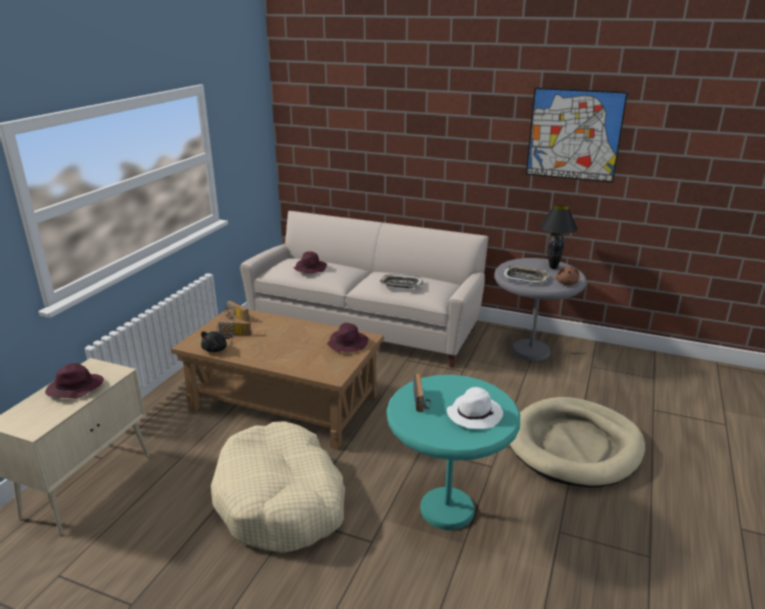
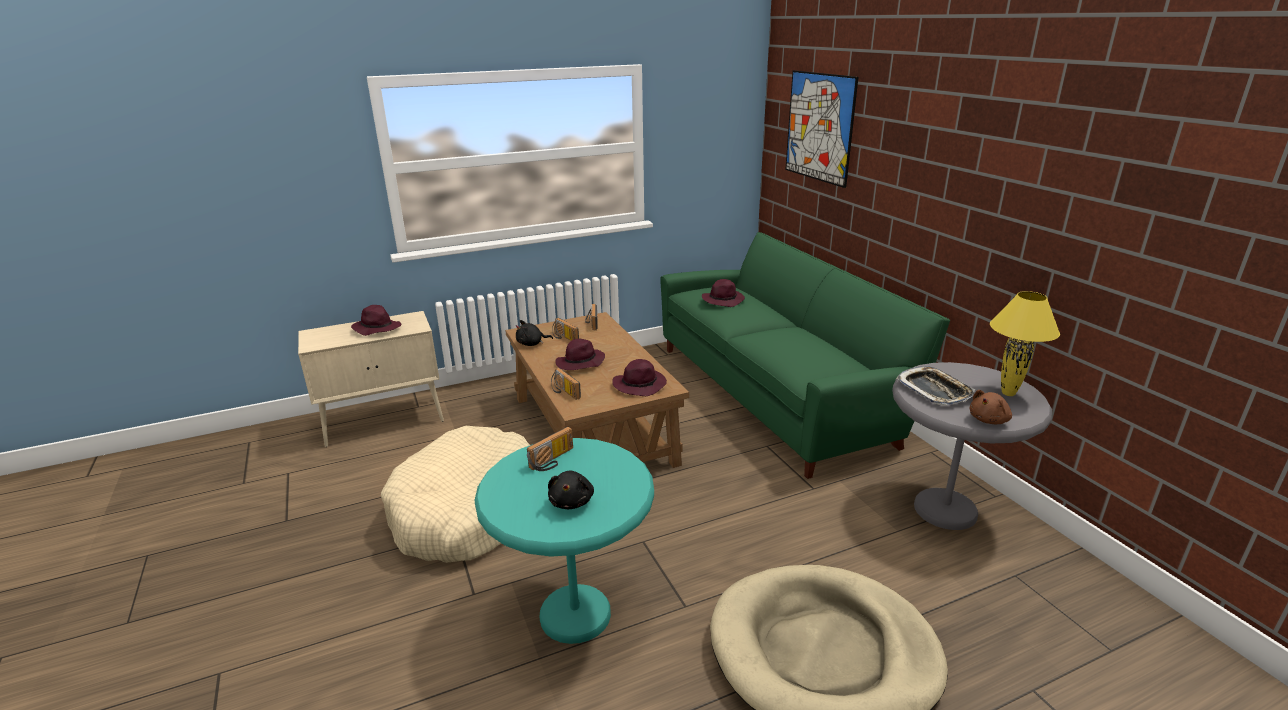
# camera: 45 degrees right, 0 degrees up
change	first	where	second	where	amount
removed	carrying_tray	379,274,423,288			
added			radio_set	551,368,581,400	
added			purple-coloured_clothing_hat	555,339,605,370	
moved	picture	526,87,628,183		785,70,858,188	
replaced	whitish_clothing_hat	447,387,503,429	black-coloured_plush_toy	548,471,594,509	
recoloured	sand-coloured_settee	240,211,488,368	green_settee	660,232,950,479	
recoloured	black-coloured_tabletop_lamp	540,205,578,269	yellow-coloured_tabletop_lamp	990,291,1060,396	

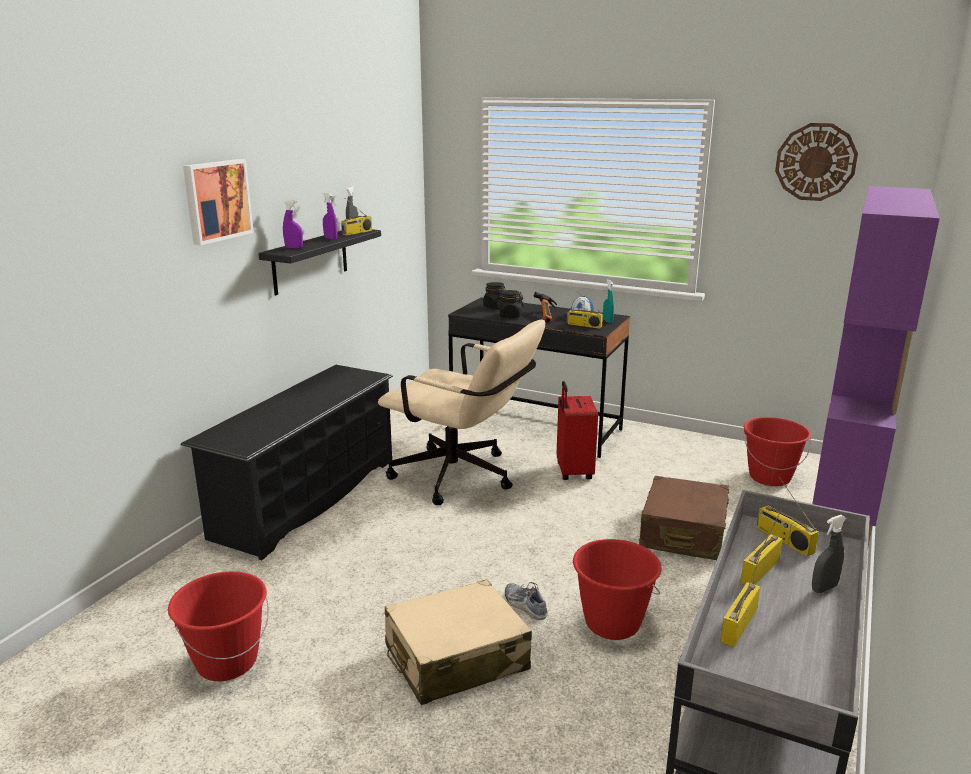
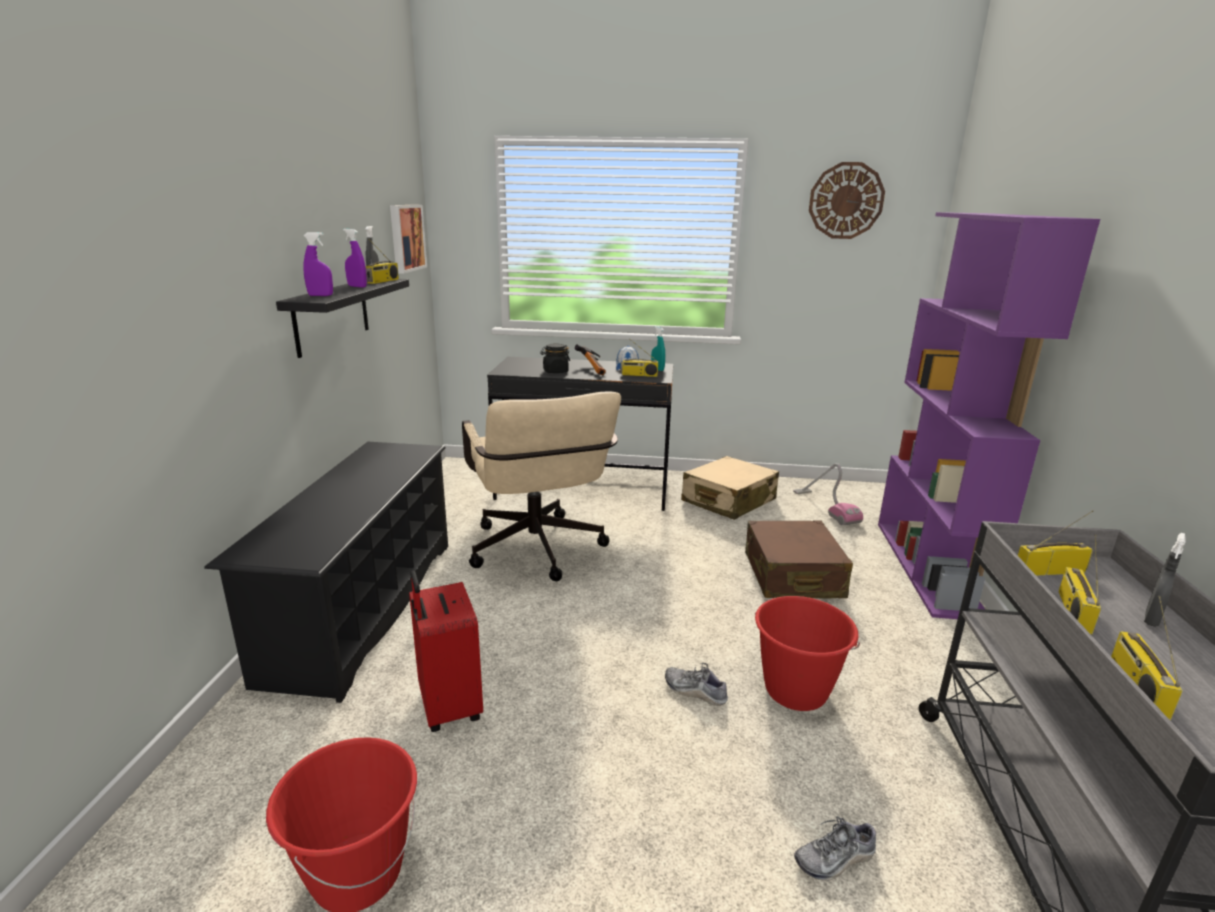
# camera: 20 degrees left, 0 degrees up
change	first	where	second	where	amount
removed	black-coloured_jar	483,282,506,309			
added			low_shoe	794,816,876,881	
moved	picture	183,159,254,245		390,205,427,274	
moved	sand-coloured_suitcase	385,580,532,705		681,456,779,520	
moved	red_suitcase	556,381,598,480		409,571,483,732	
replaced	red_water_bucket	743,417,811,486	vacuum_cleaner	793,463,863,525	
turned	sand-coloured_computer_chair	378,320,545,505		462,392,621,581	60 degrees clockwise
turned	radio_set	757,477,819,556		1018,510,1093,576	135 degrees clockwise

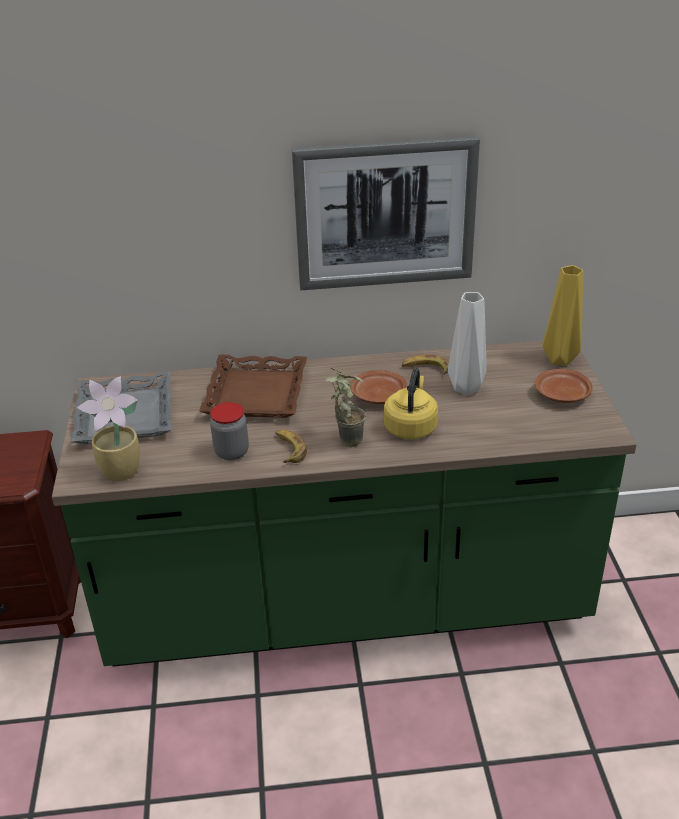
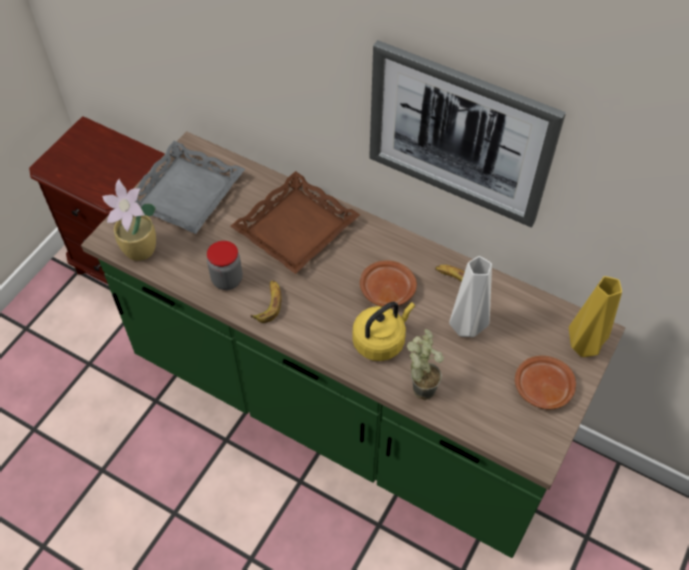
# camera: 35 degrees right, 20 degrees up
change	first	where	second	where	amount
moved	plant_in_a_pot	326,368,366,447		407,329,444,400	

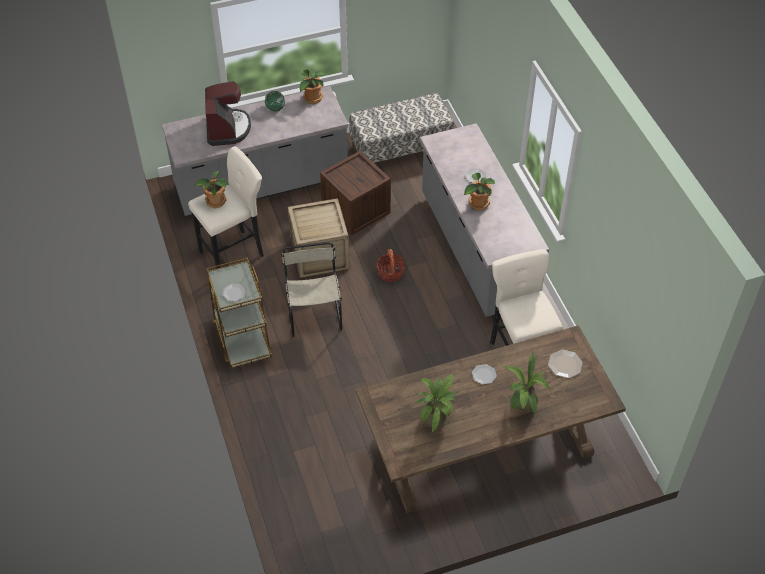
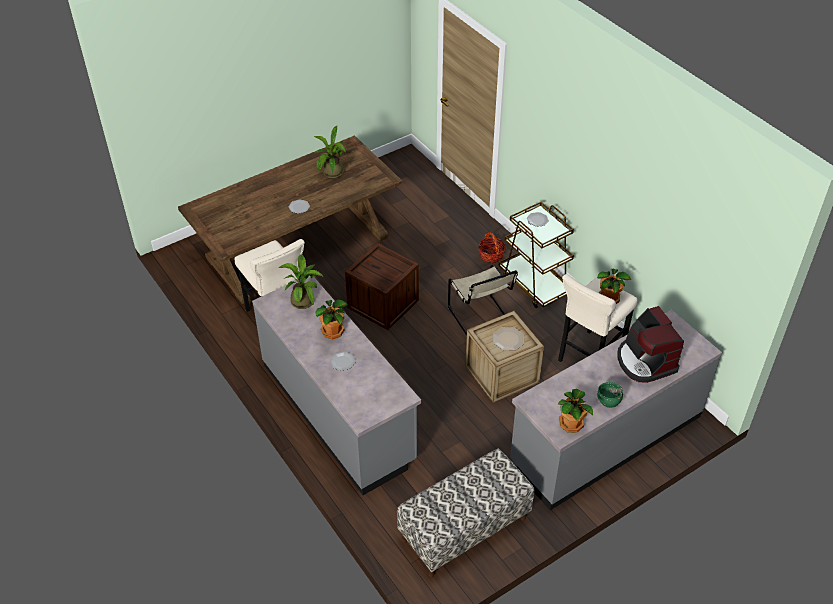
# camera: 165 degrees right, 5 degrees down
change	first	where	second	where	amount
moved	crate	320,151,391,236		345,243,419,330	
moved	storage_basket	376,249,405,282		478,231,506,263	
moved	plant_in_a_pot	505,352,550,415		279,254,323,309	
moved	plate	548,350,583,378		493,327,524,350	

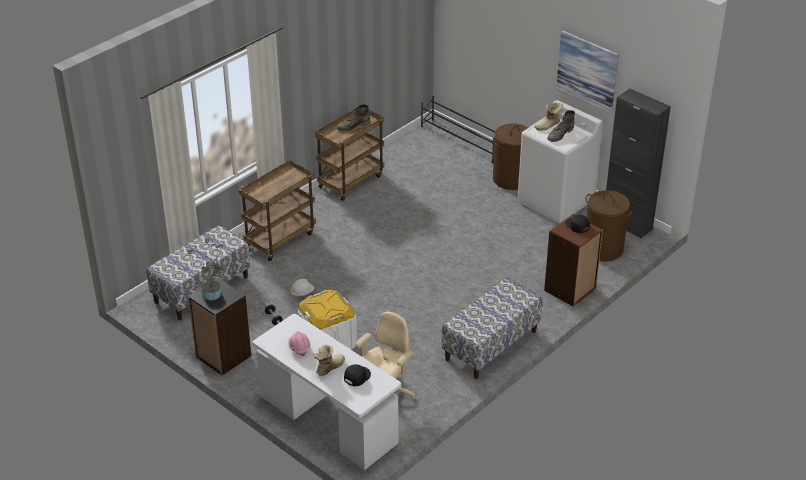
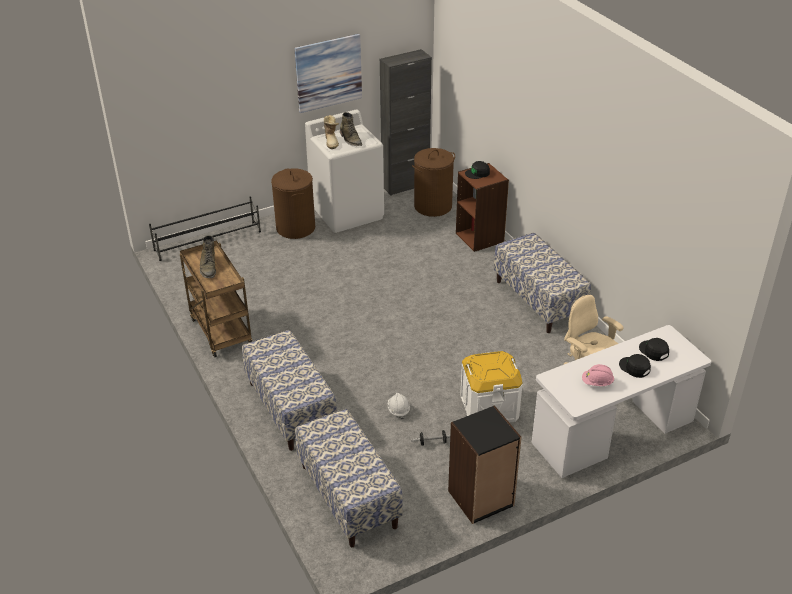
# camera: 70 degrees left, 0 degrees up
change	first	where	second	where	amount
removed	plant_in_a_pot	188,238,225,300			
replaced	brown_wheeled_cart	239,160,316,261	long_seat	242,330,337,451	
replaced	boot	313,345,345,376	black-coloured_peaked_cap	619,354,651,378	

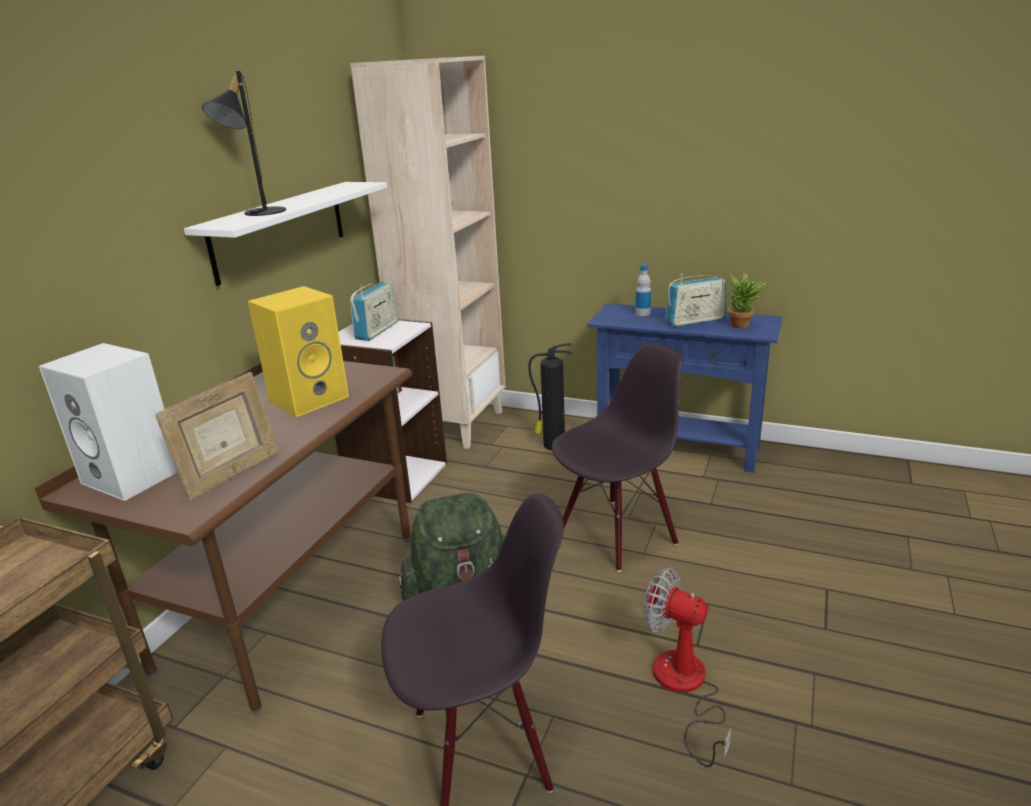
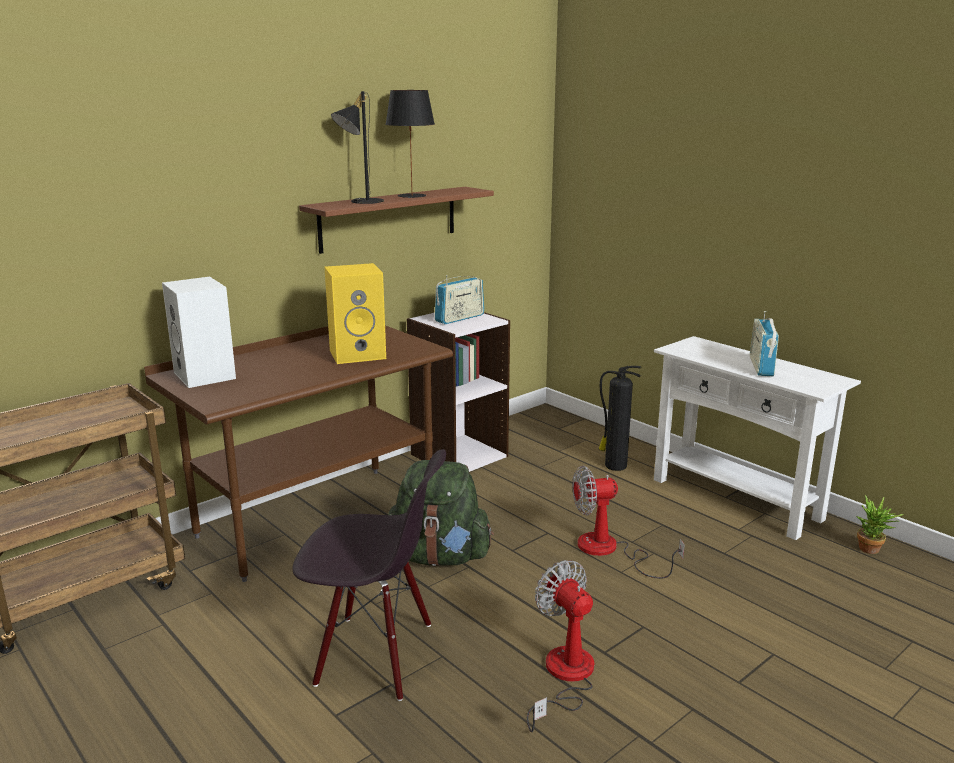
# camera: 25 degrees right, 5 degrees down
change	first	where	second	where	amount
removed	photo_frame	155,372,279,500			
removed	sand-coloured_bookshelf	350,56,506,449			
removed	beverage_bottle	636,265,651,316			
added			black-coloured_tabletop_lamp	385,90,435,198	
moved	plant_in_a_pot	728,273,768,328		856,495,904,554	
replaced	black-coloured_upright_chair	552,343,683,572	electric_fan	572,466,685,579	
recoloured	whitish_bracket_shelf	184,182,387,286	brown_bracket_shelf	299,187,494,254	
recoloured	blue_hall_table	587,303,783,473	whitish_hall_table	654,336,861,540	
turned	radio_set	665,274,726,327		750,311,779,376	90 degrees clockwise

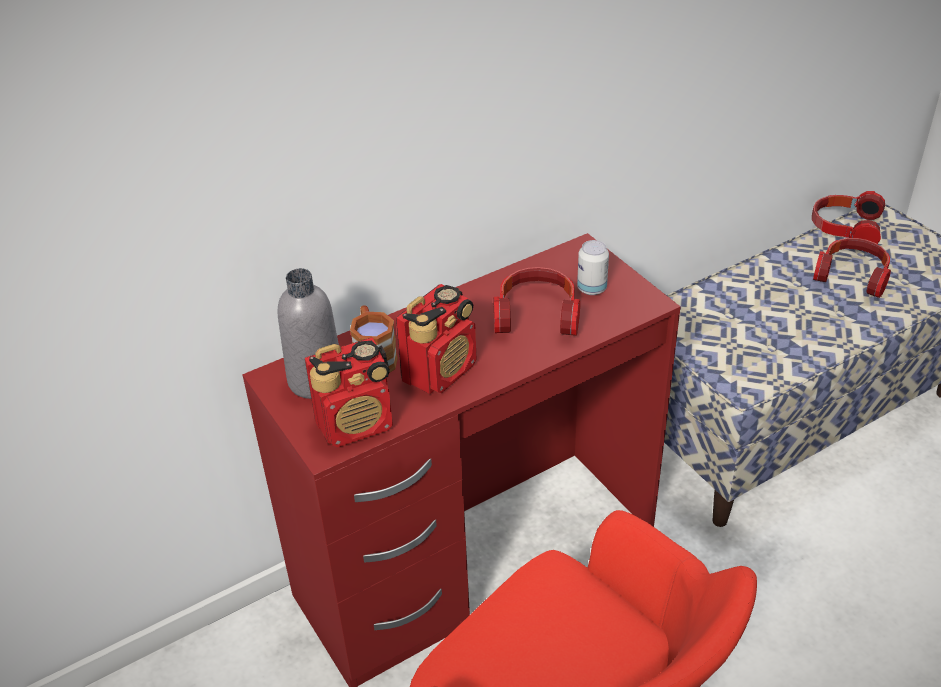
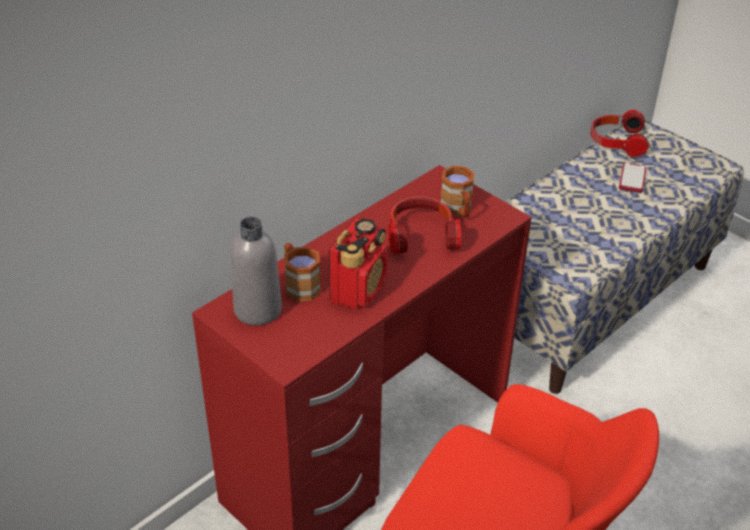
# camera: 15 degrees left, 0 degrees up
change	first	where	second	where	amount
removed	radio_set	305,337,393,447			
replaced	metal_can	577,240,609,295	brown_tea_mug	441,166,474,217	
replaced	pair_of_headphones	813,238,891,298	handset	619,163,646,193	

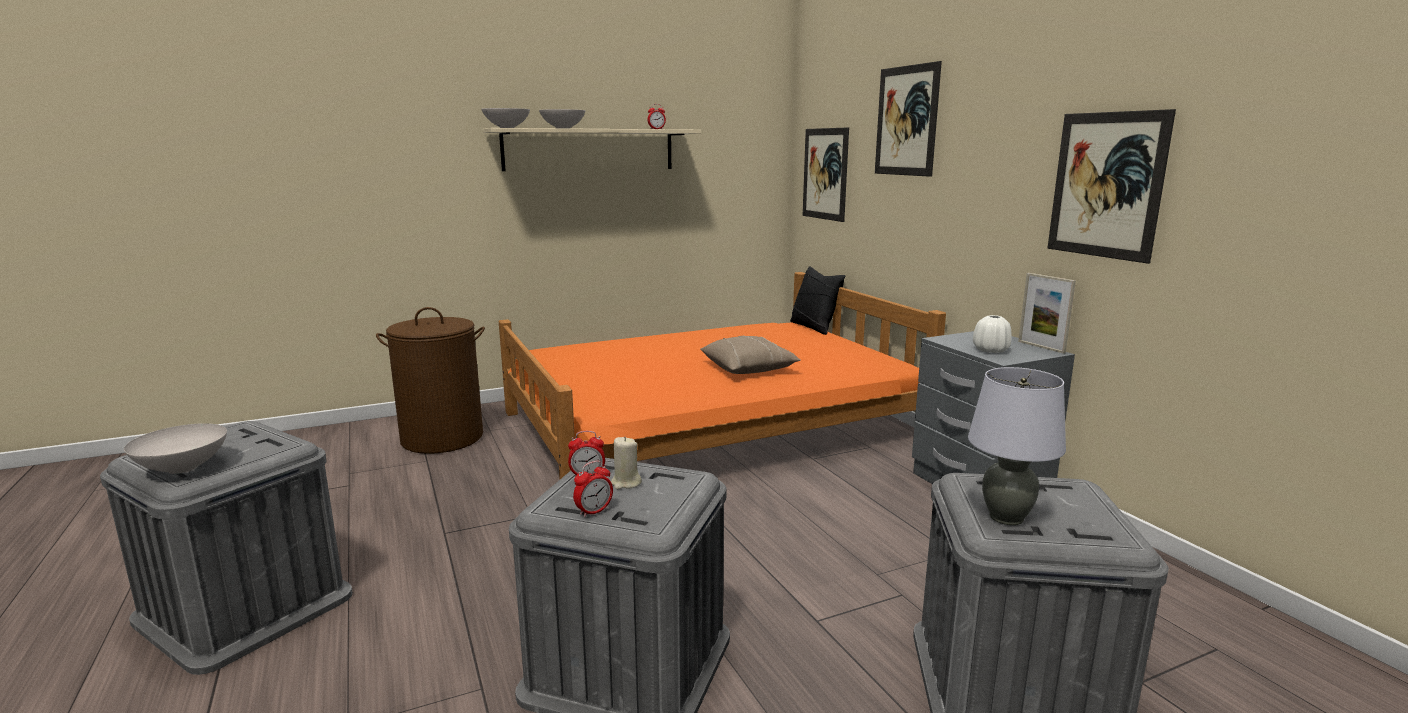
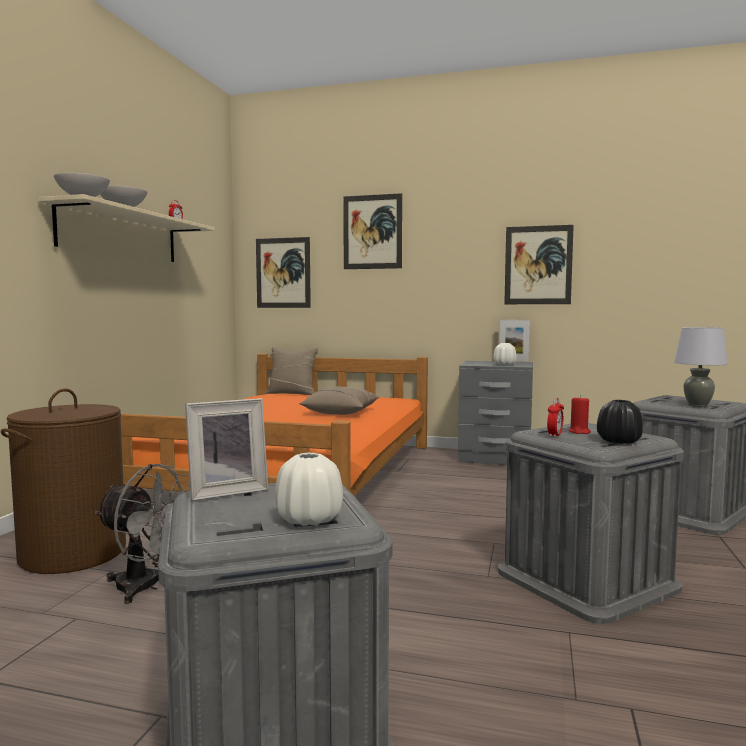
# camera: 50 degrees left, 10 degrees down
change	first	where	second	where	amount
added			greyish_electric_fan	95,464,190,604	
added			photo_frame	185,398,268,501	
replaced	whitish_deep_dish	124,423,227,474	whitish_vase	275,453,343,526	
replaced	table_clock	573,461,613,518	black-coloured_vase	597,400,643,444	
recoloured	sand-coloured_wax_candle	611,436,642,489	red_wax_candle	568,395,591,434	
recoloured	black-coloured_pillow	790,266,845,335	sand-coloured_pillow	266,347,318,395	

